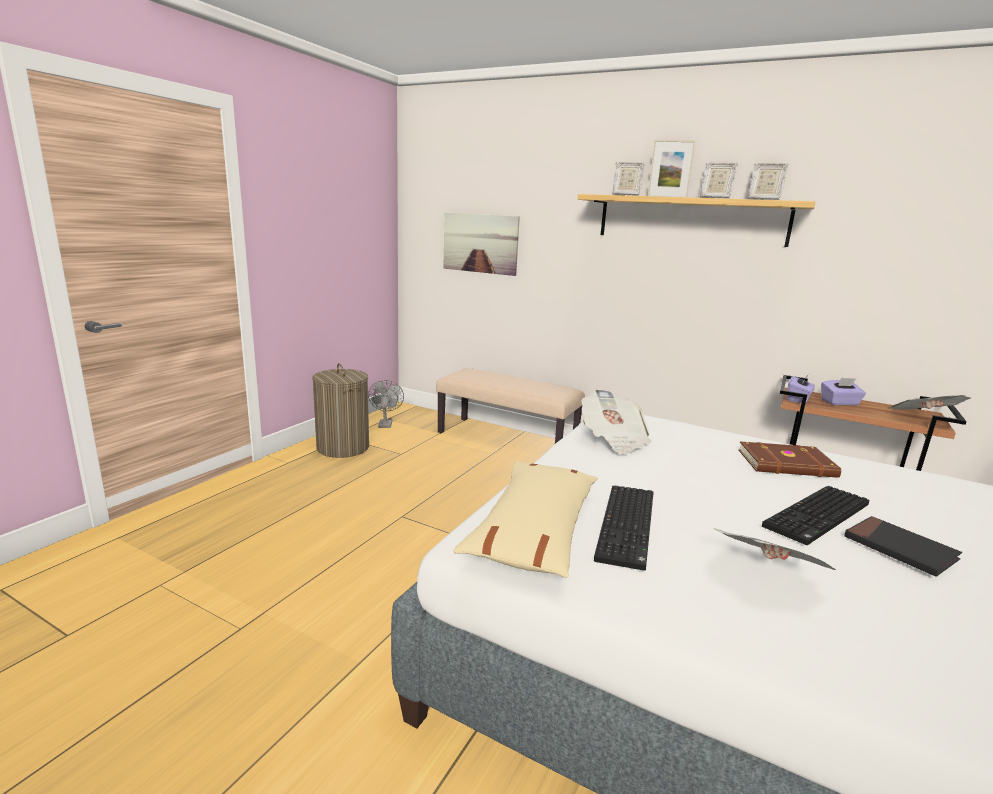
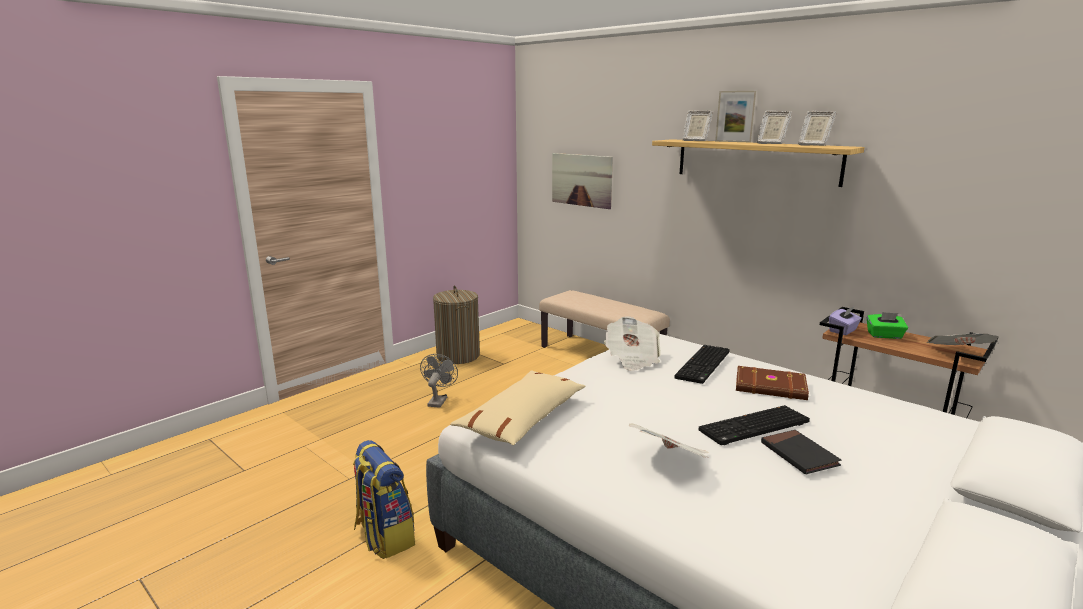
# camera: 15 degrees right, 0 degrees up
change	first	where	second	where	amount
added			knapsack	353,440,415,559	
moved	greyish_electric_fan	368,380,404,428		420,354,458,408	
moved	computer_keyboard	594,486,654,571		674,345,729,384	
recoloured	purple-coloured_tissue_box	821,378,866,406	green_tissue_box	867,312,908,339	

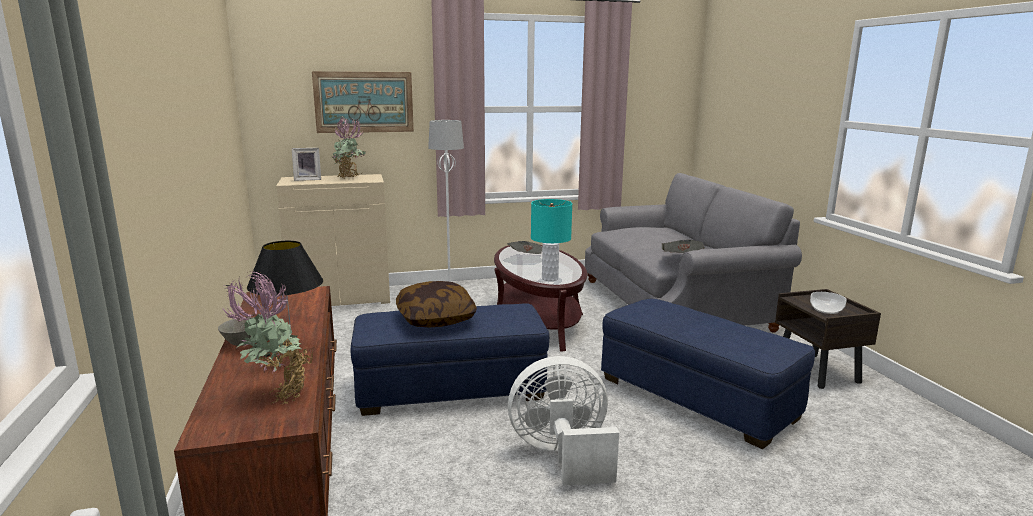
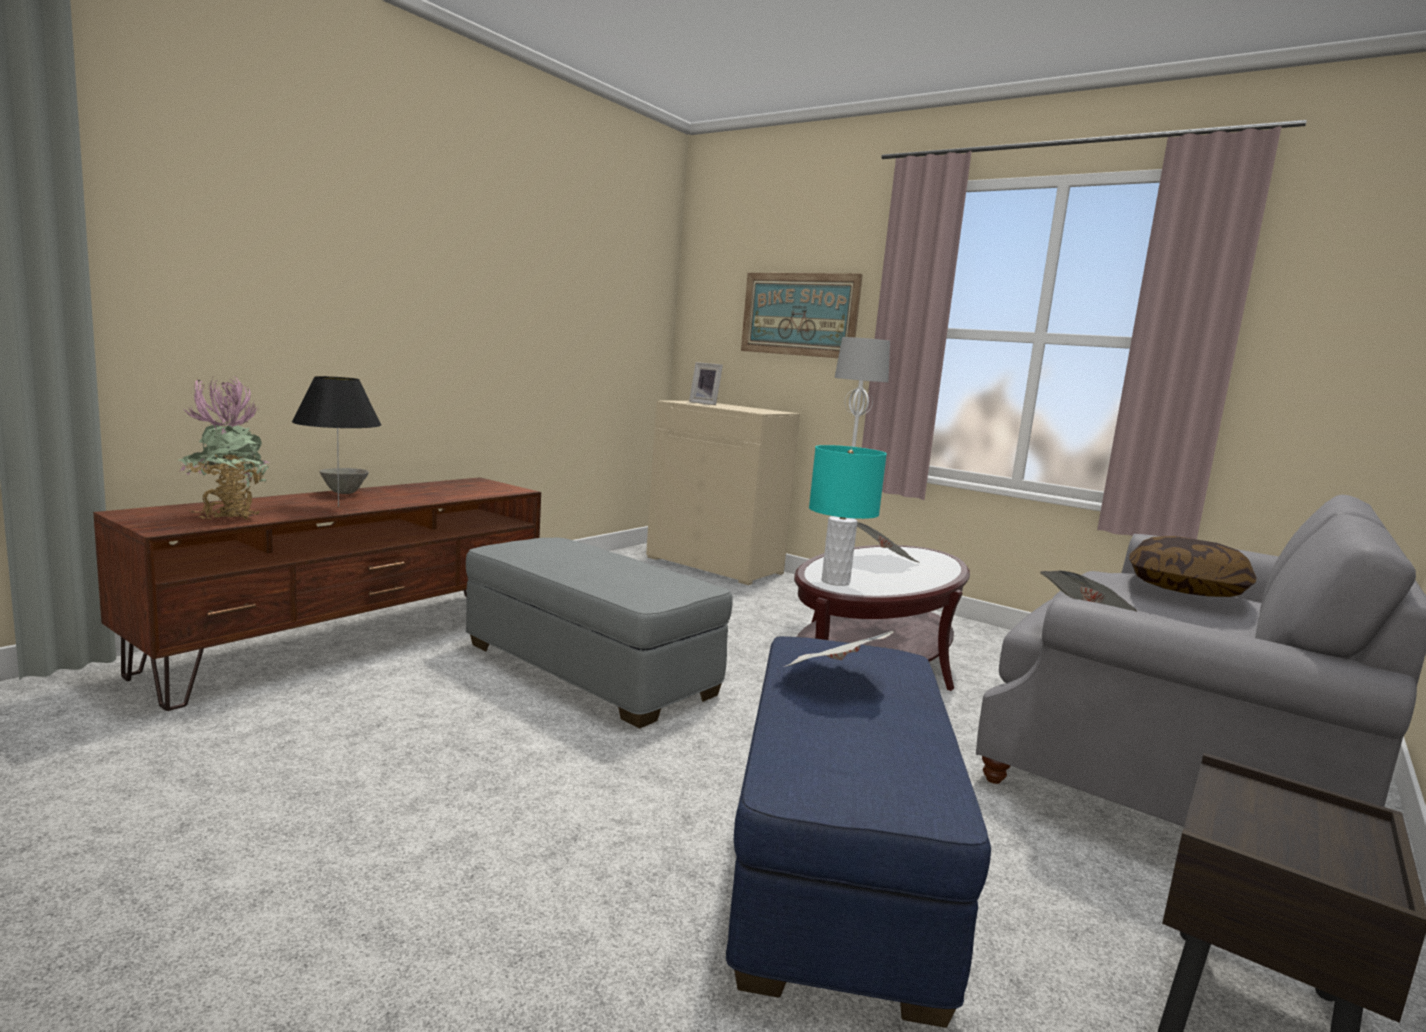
# camera: 50 degrees right, 5 degrees down
change	first	where	second	where	amount
removed	plant_in_a_pot	331,117,366,178			
removed	whitish_electric_fan	508,356,619,486			
removed	deep_dish	810,292,847,314			
added			printed_paper	777,631,894,669	
moved	pillow	396,281,477,327		1129,536,1256,597	
recoloured	blue_pouffe	350,303,549,416	greyish_pouffe	466,538,733,728	

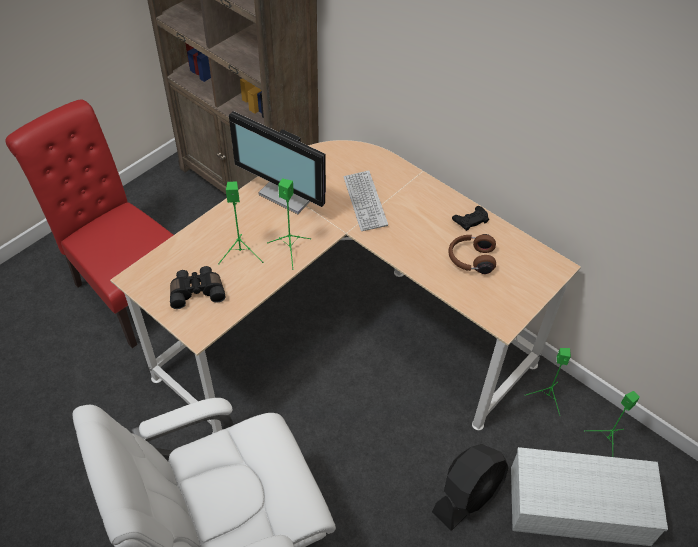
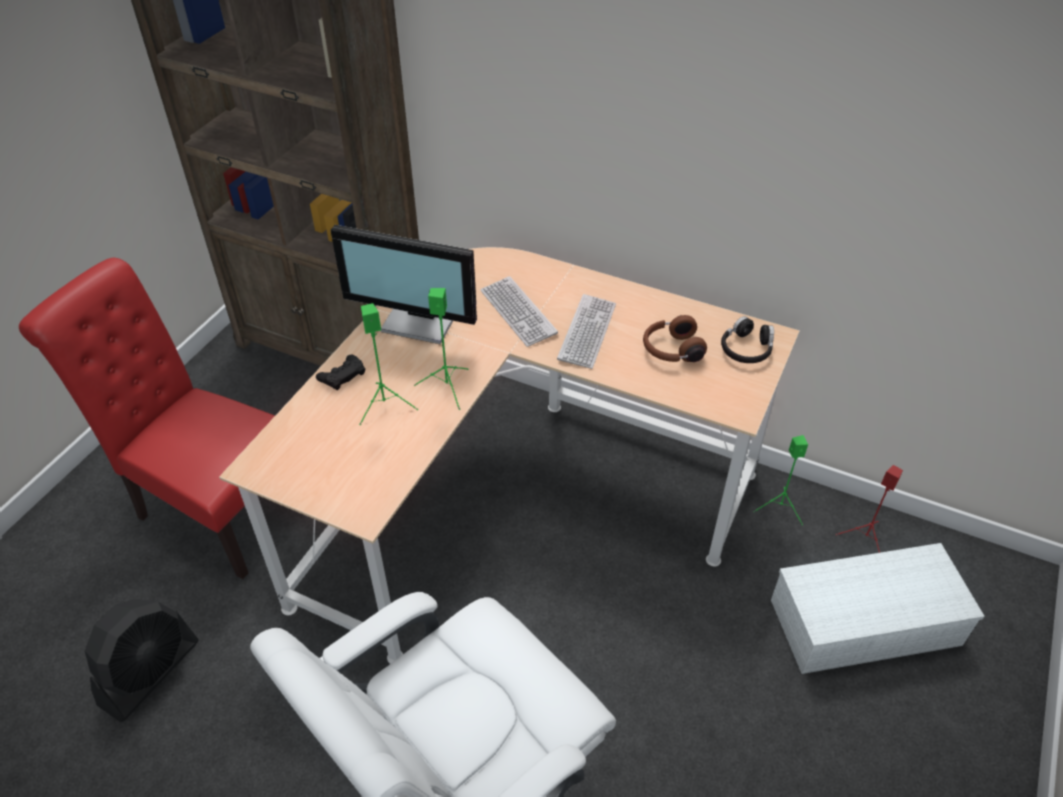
# camera: 15 degrees left, 5 degrees down
change	first	where	second	where	amount
removed	black-coloured_field_glasses	170,266,225,309			
added			computer_keyboard	557,294,616,369	
added			black-coloured_pair_of_headphones	721,316,774,363	
moved	black-coloured_electric_fan	432,444,509,530		85,599,199,722	
moved	black-coloured_game_controller	452,206,489,231		316,355,365,390	
recoloured	green_audio_speaker	584,391,640,457	red_audio_speaker	836,465,903,553	

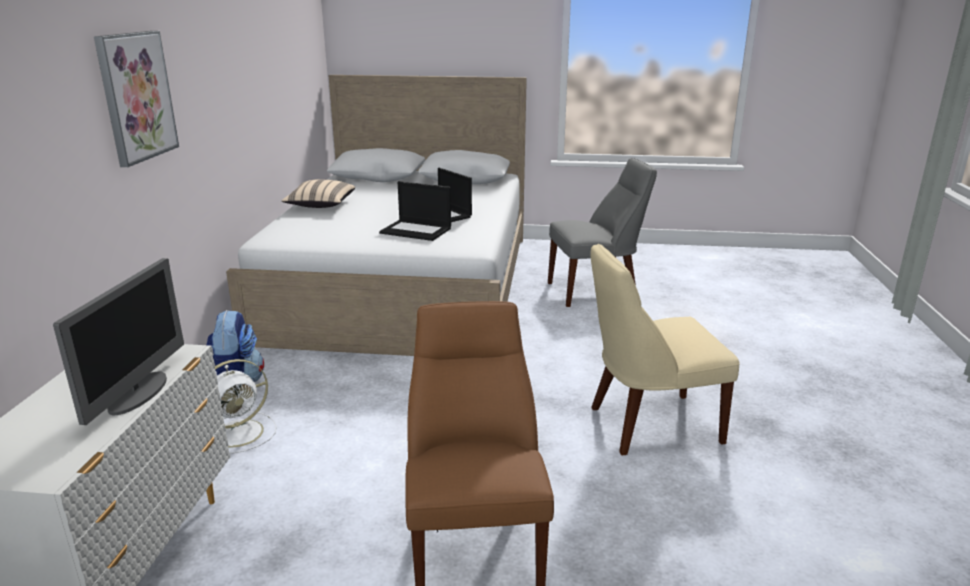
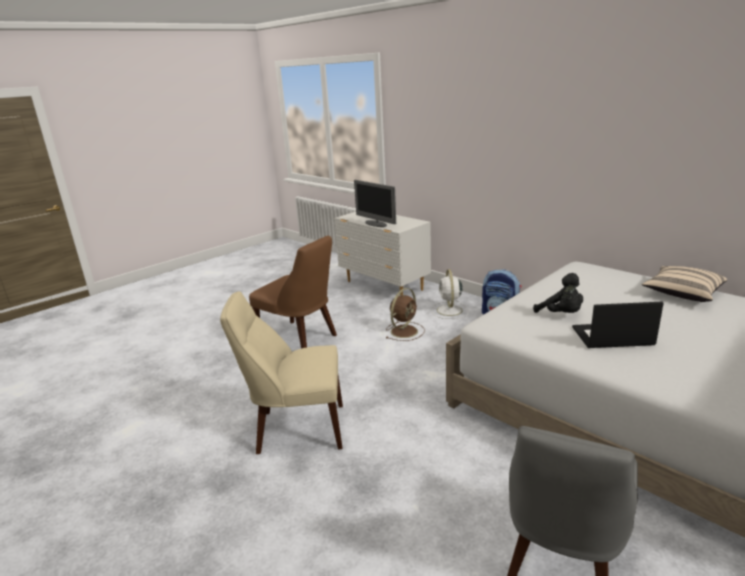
# camera: 130 degrees right, 0 degrees up
change	first	where	second	where	amount
removed	picture	94,31,179,167			
added			brown_electric_fan	385,288,425,341	
replaced	portable_computer	379,181,451,241	black-coloured_plush_toy	533,273,583,313	
turned	sand-coloured_upright_chair	591,244,740,455		220,291,343,454	120 degrees counterclockwise

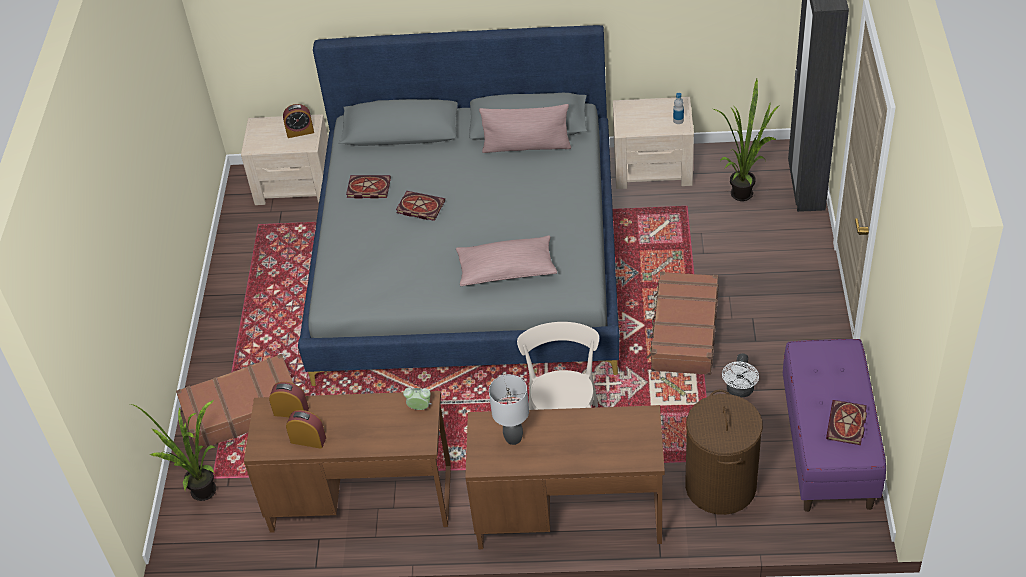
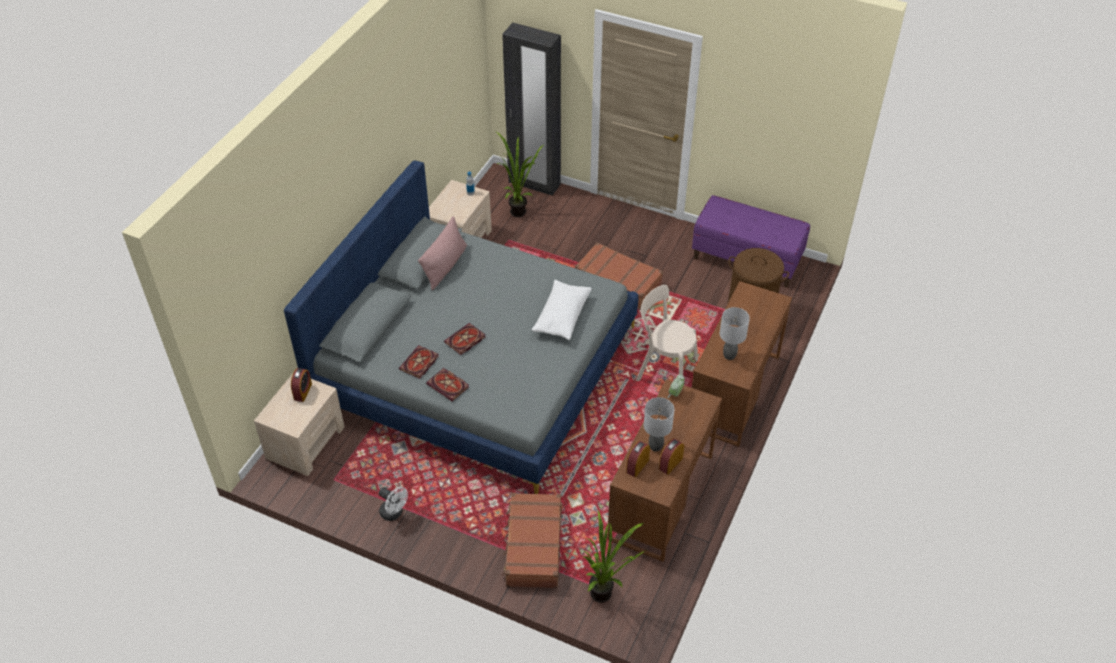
# camera: 70 degrees left, 0 degrees up
change	first	where	second	where	amount
added			greyish_tabletop_lamp	644,397,674,451	
moved	whitish_electric_fan	722,353,759,397		379,487,408,521	
moved	bound_book	826,400,867,445		426,368,469,402	
recoloured	pink-coloured_pillow	456,235,557,286	whitish_pillow	532,280,592,340	

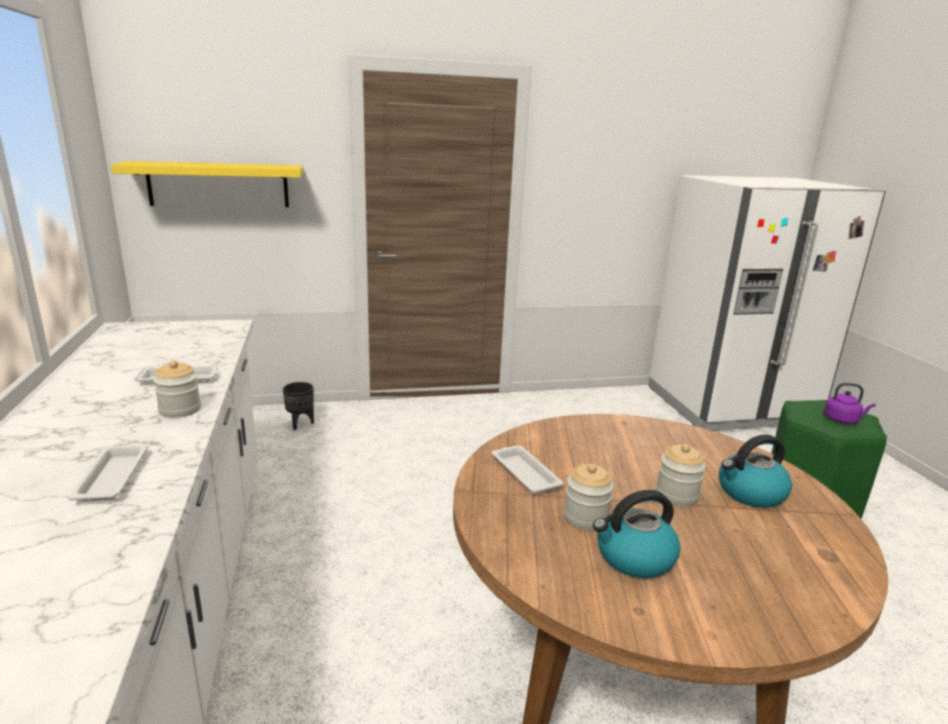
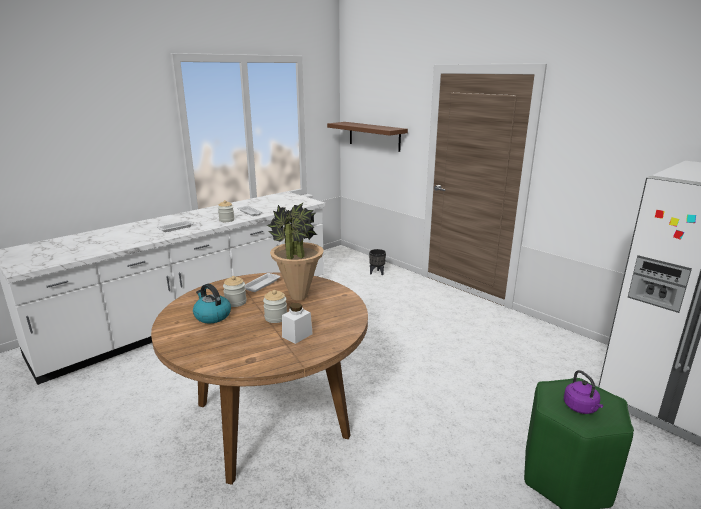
# camera: 60 degrees right, 0 degrees up
change	first	where	second	where	amount
added			plant_in_a_pot	267,203,324,300	
replaced	kettle	719,434,792,508	whitish_jar	282,303,313,344	
recoloured	yellow-coloured_bracket_shelf	111,161,303,207	brown_bracket_shelf	327,122,408,152	

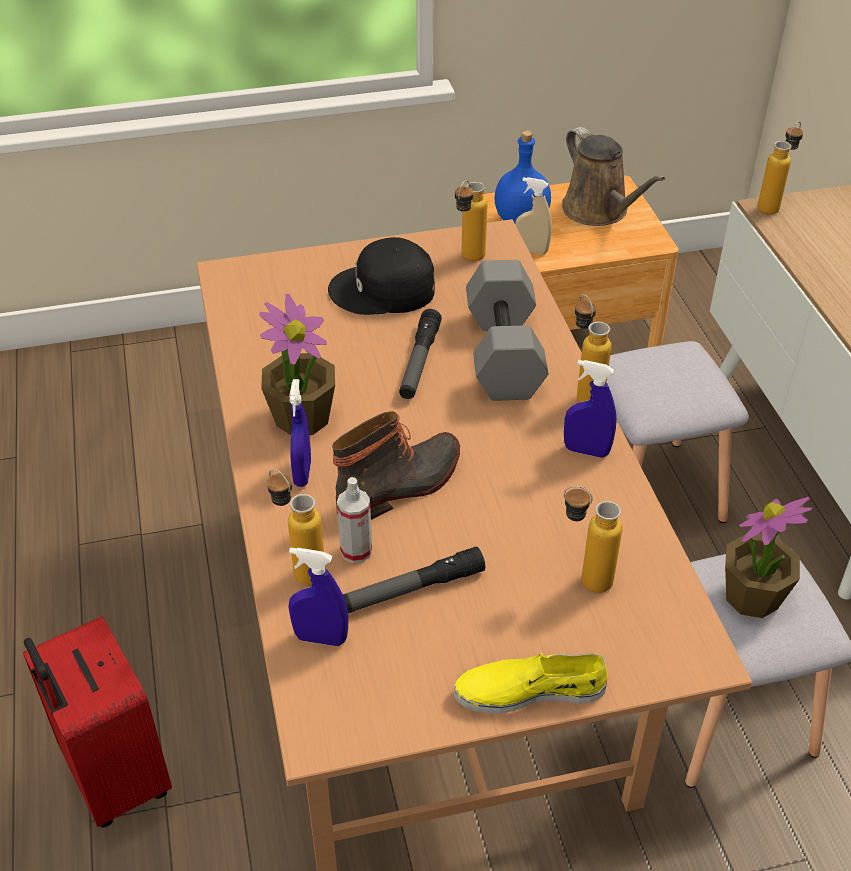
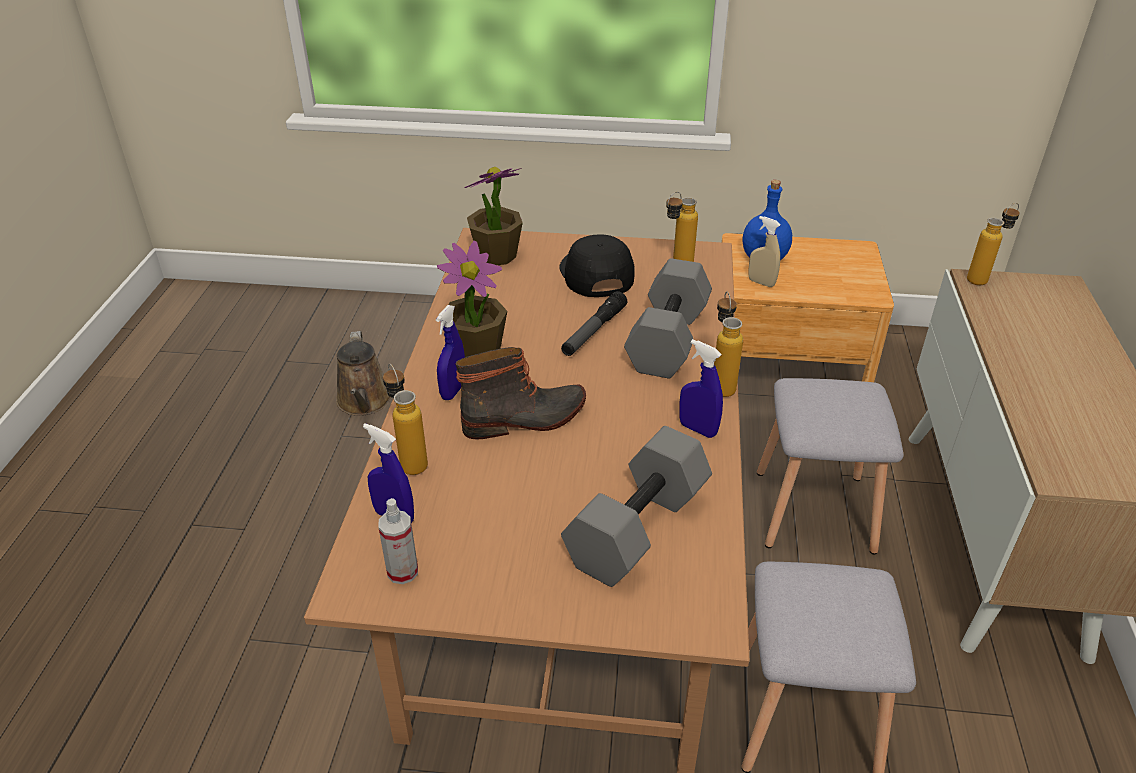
# camera: 20 degrees right, 5 degrees down
change	first	where	second	where	amount
removed	red_suitcase	23,616,172,828			
removed	torch	343,547,485,613			
removed	yellow-coloured_low_shoe	454,653,607,713			
moved	hand_sprayer	337,477,372,563		378,498,418,584	
moved	brown_watering_can	562,127,665,226		336,331,392,416	
moved	plant_in_a_pot	725,497,812,618		464,167,523,265	
replaced	beverage_bottle	564,486,622,593	greyish_free_weight	561,426,712,587	
turned	black-coloured_peaked_cap	328,237,435,315		559,235,635,297	60 degrees clockwise

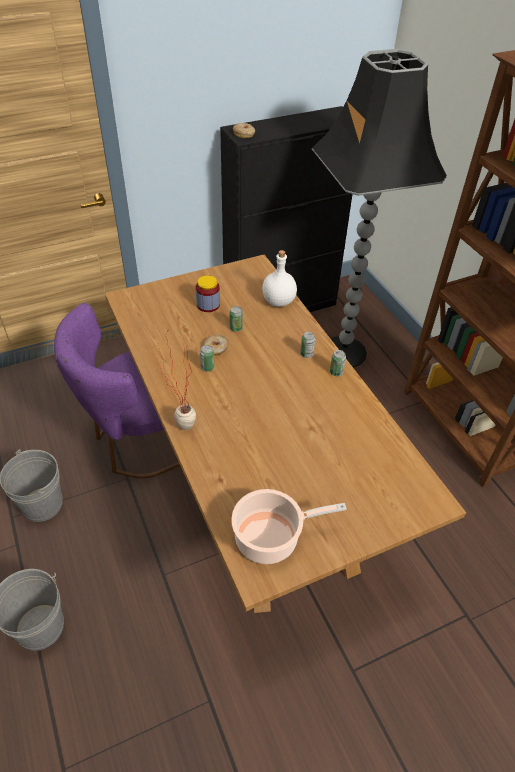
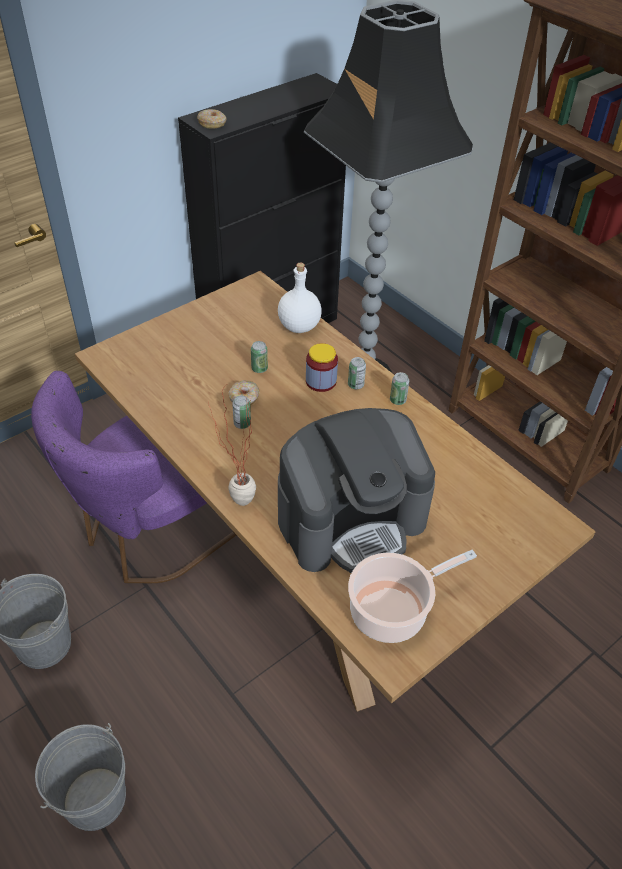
# camera: 15 degrees left, 0 degrees up
change	first	where	second	where	amount
added			coffee_brewer	278,408,435,573	
moved	jar	196,275,220,312		306,343,338,392	

